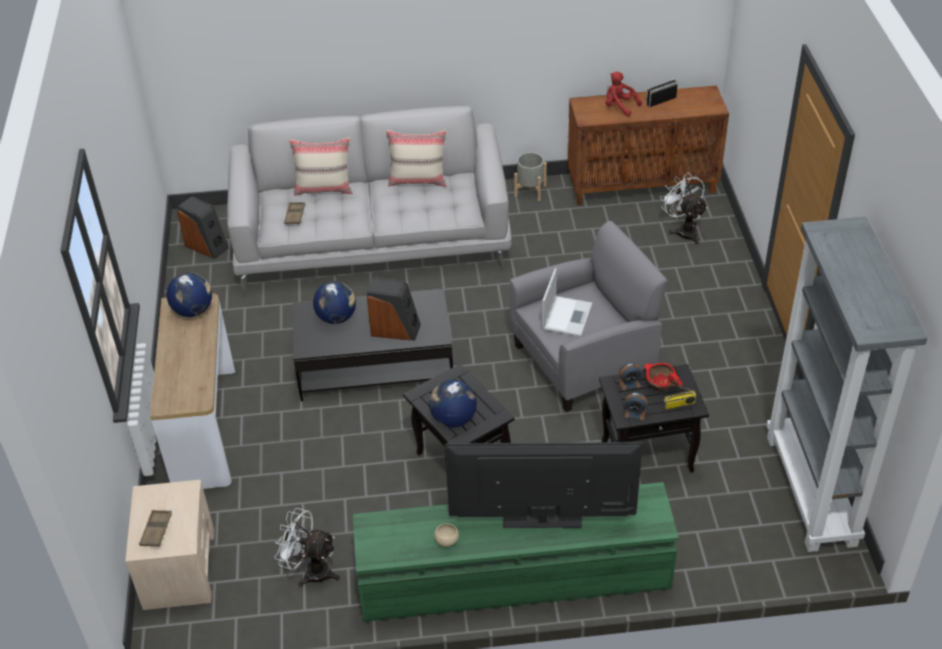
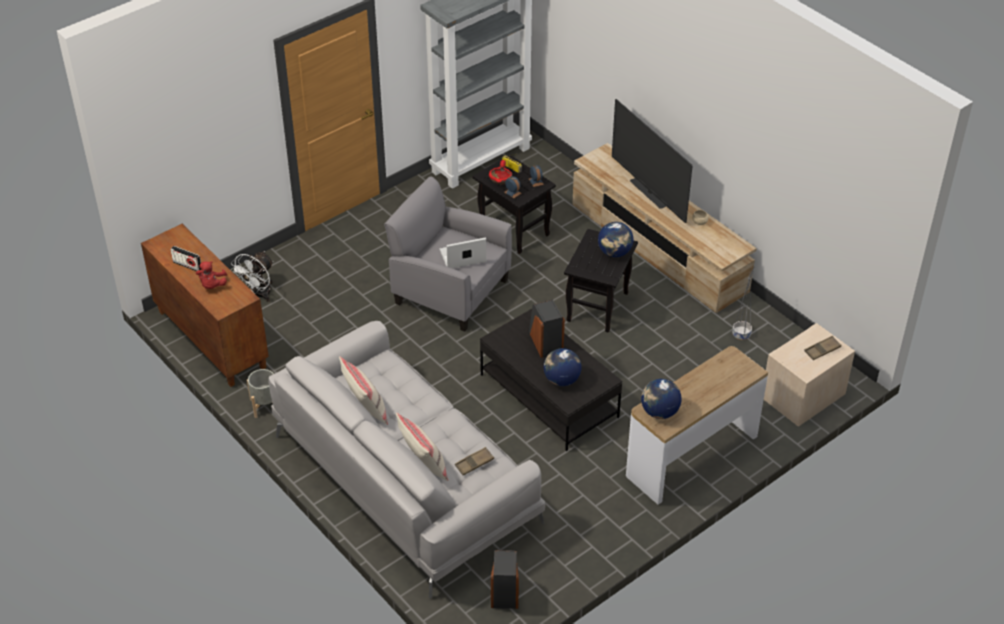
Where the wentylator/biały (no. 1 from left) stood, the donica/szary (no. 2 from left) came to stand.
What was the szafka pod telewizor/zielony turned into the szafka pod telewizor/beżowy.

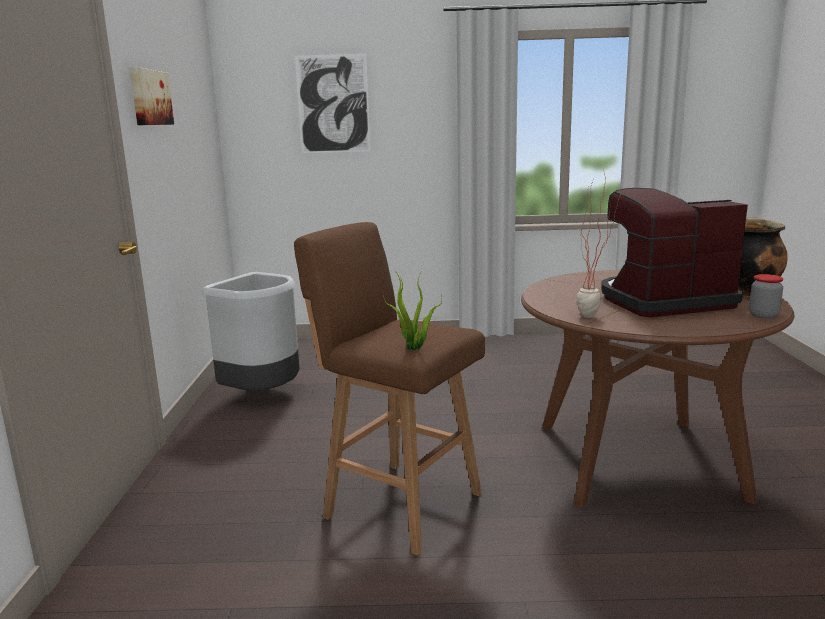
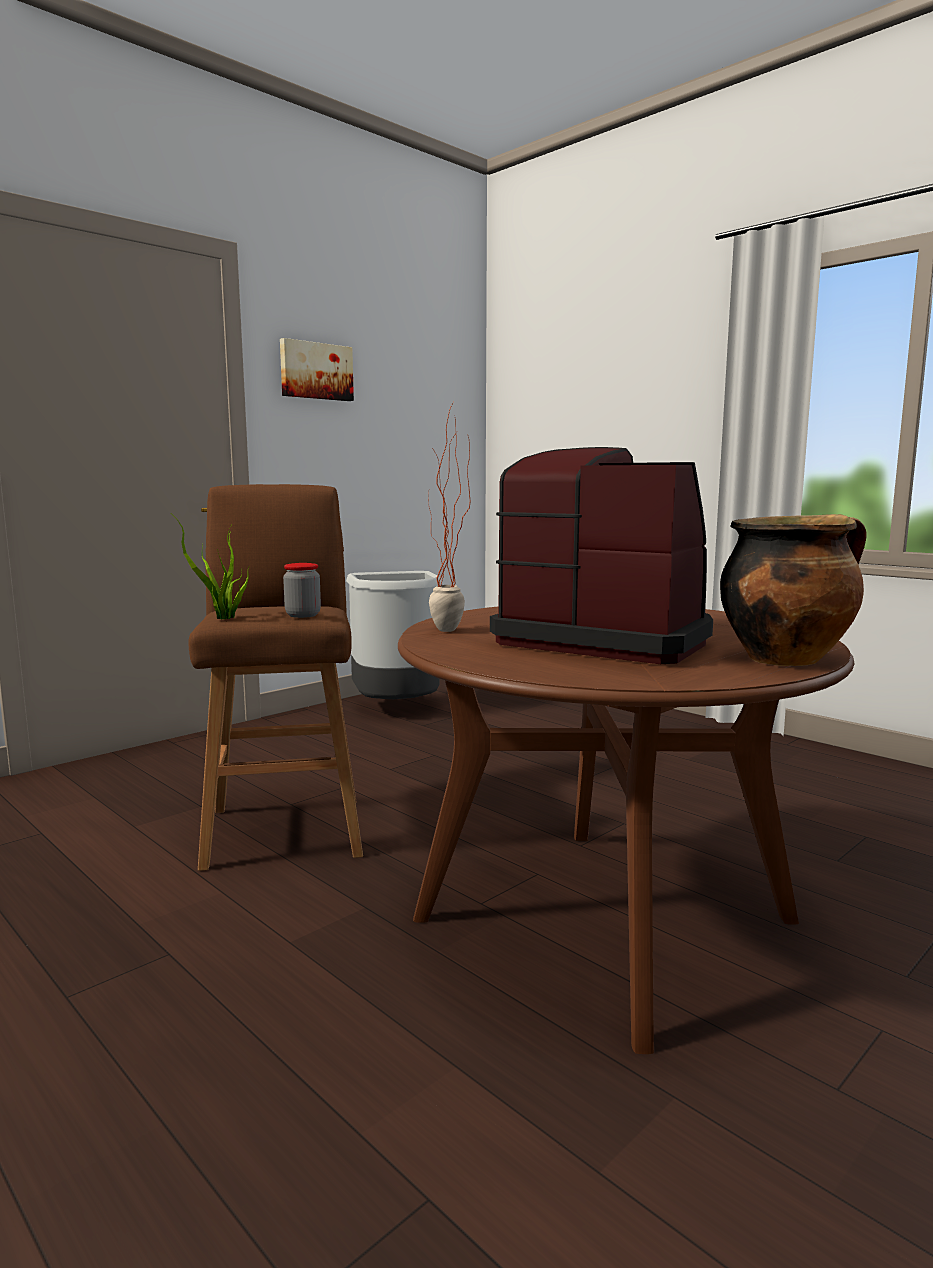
The second view lost the obraz (no. 2 from left).
The słoik ended up elsewhere.

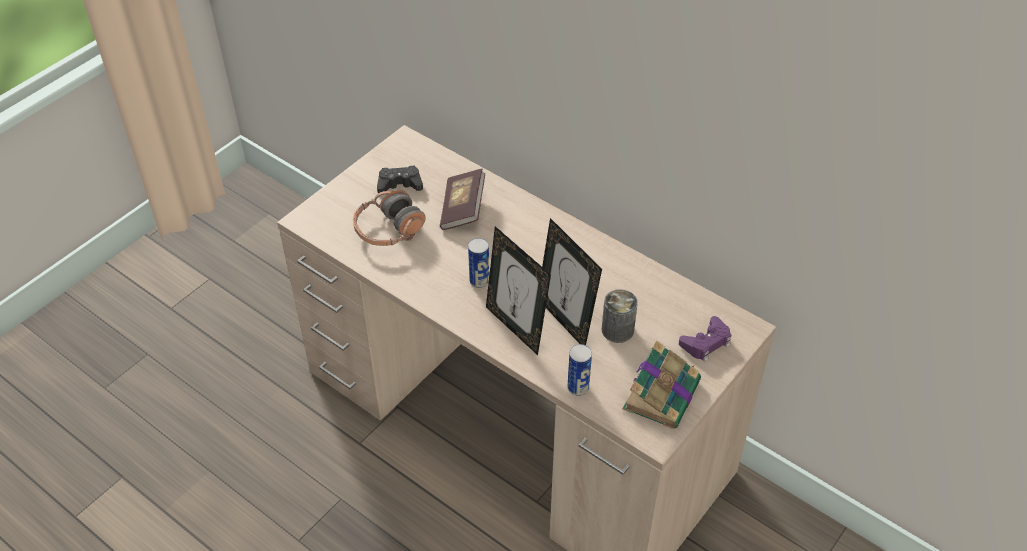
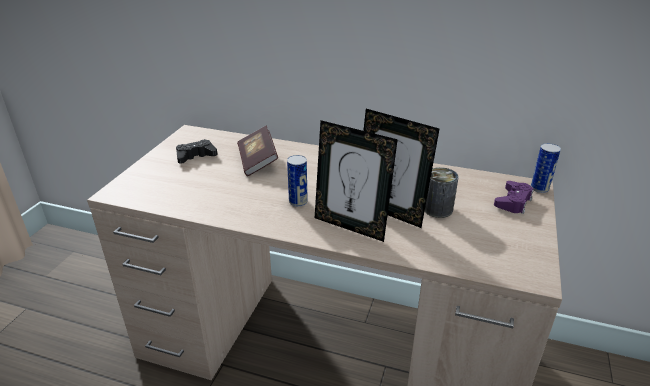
The second view lost the słuchawki.
The second view lost the książka (no. 2 from left).
The puszka (no. 2 from left in the first image) ended up elsewhere.

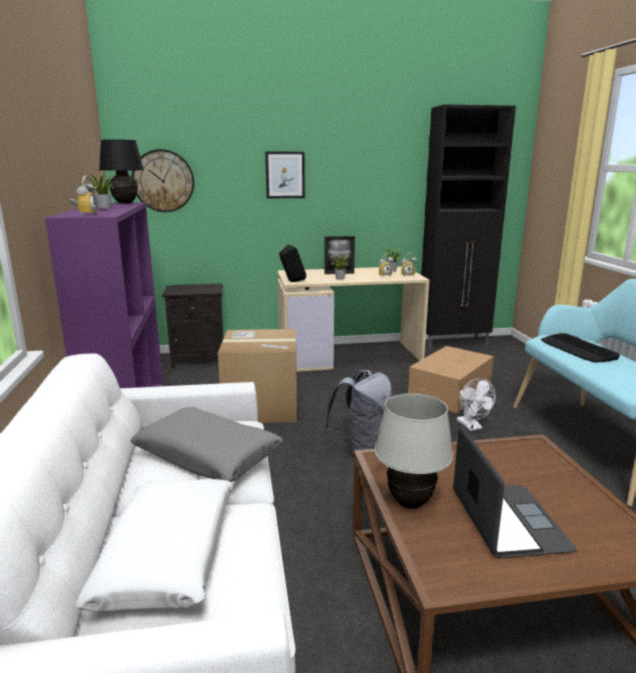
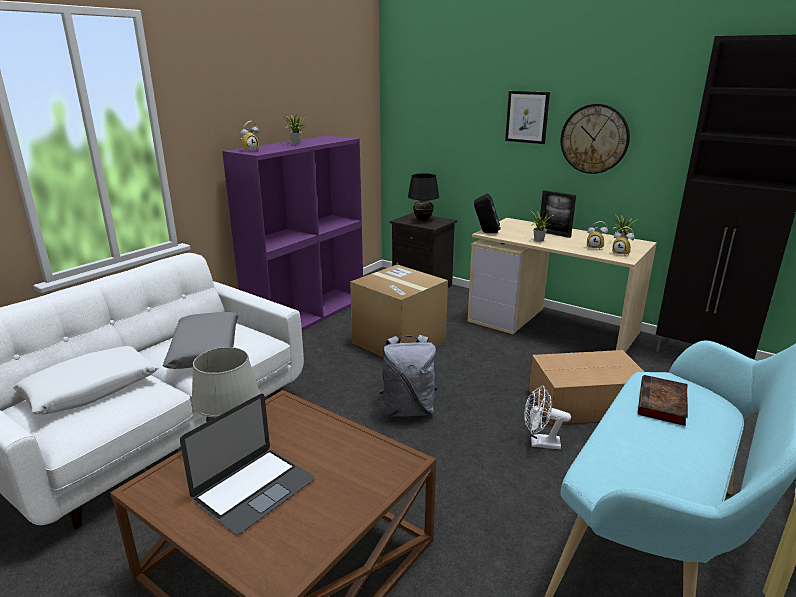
The lampa stołowa/czarny ended up elsewhere.
The zegar ścienny ended up elsewhere.
Where the klawiatura stood, the książka came to stand.
The wentylator/biały ended up facing another way, 75 degrees clockwise from before.

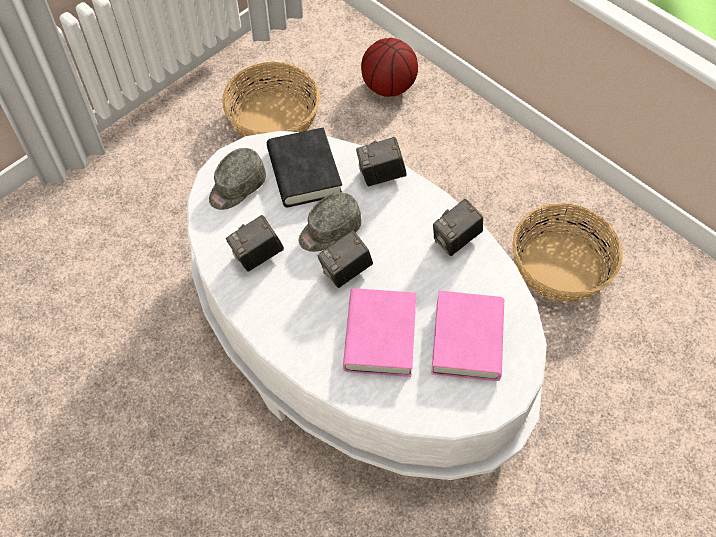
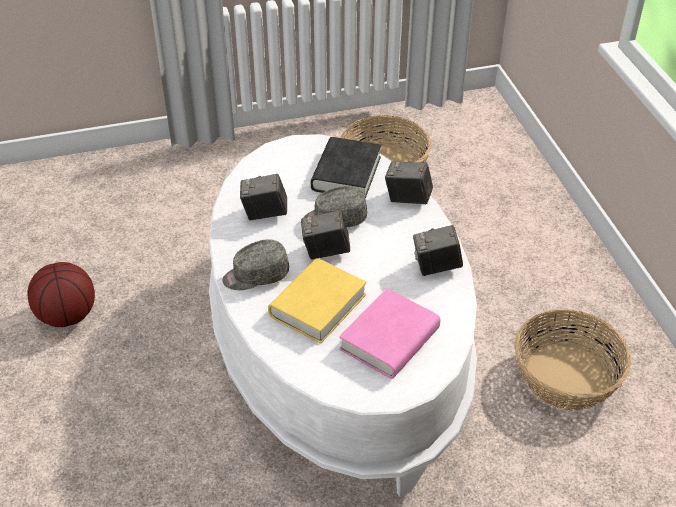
The czapka z daszkiem/szary (no. 1 from left) ended up elsewhere.
The piłka do koszykówki ended up elsewhere.
What was the książka/różowy (no. 1 from left) turned into the książka/żółty.

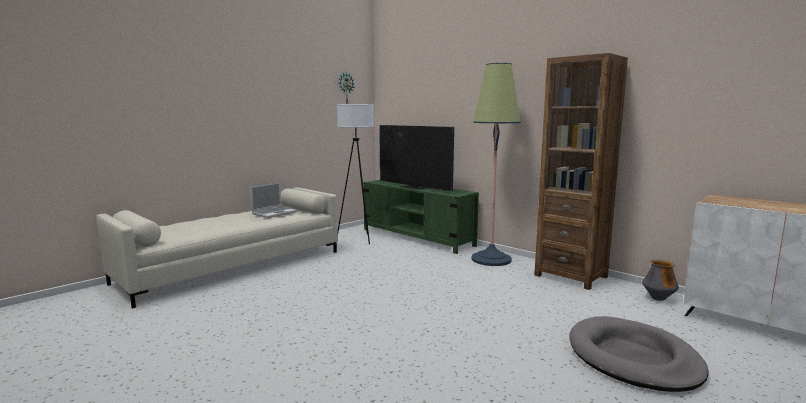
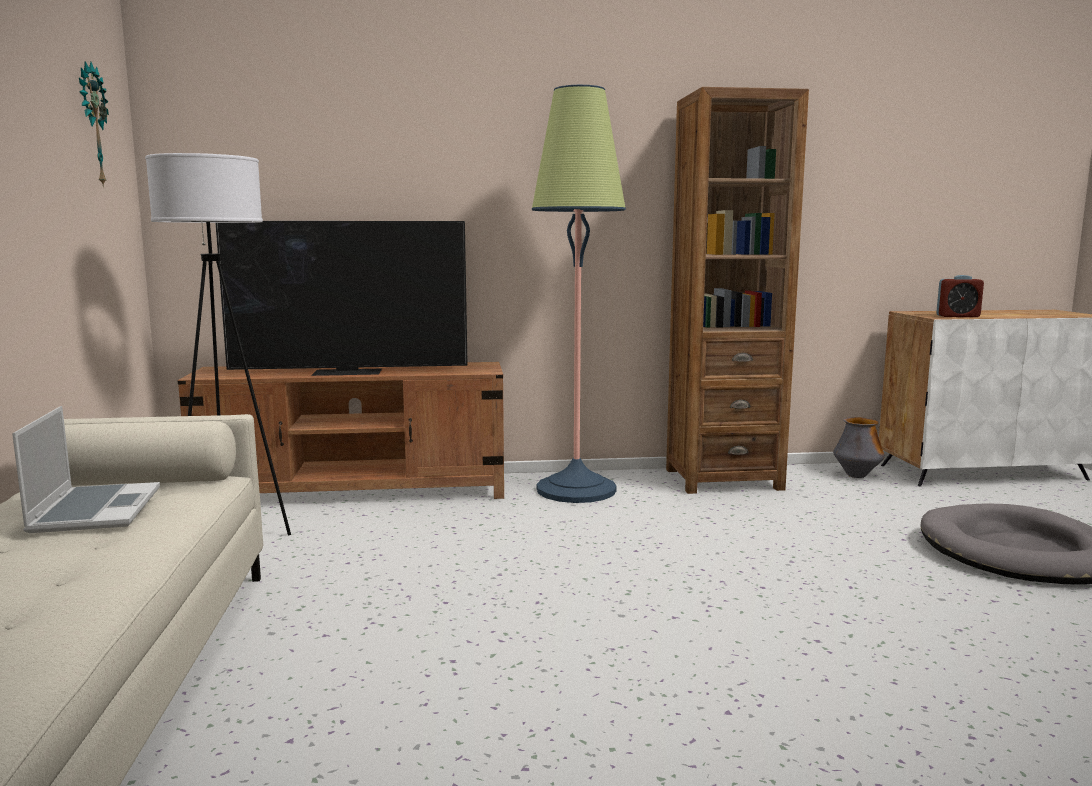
The second view gained the budzik.
What was the szafka pod telewizor/zielony turned into the szafka pod telewizor/brązowy.

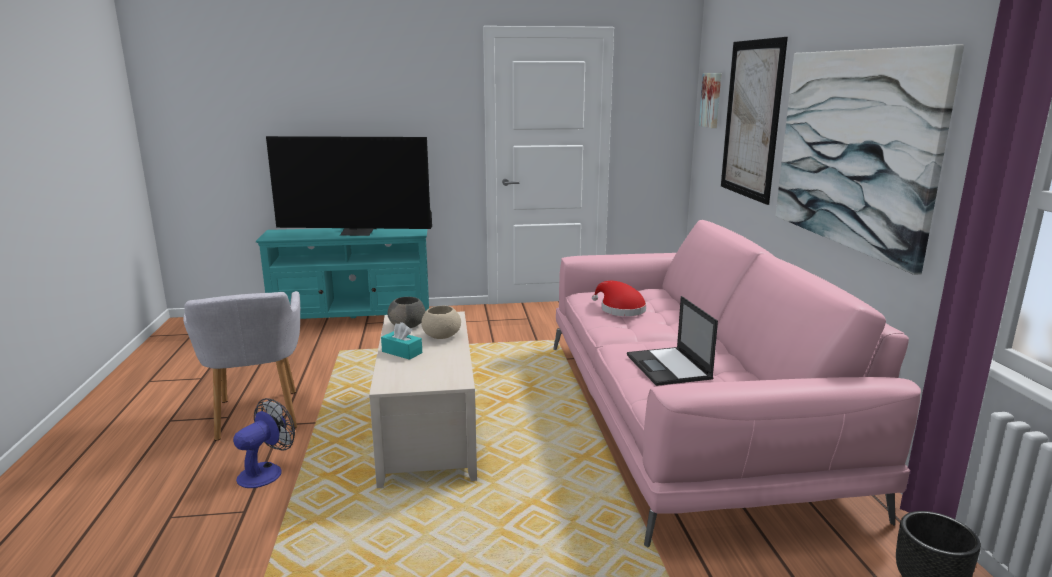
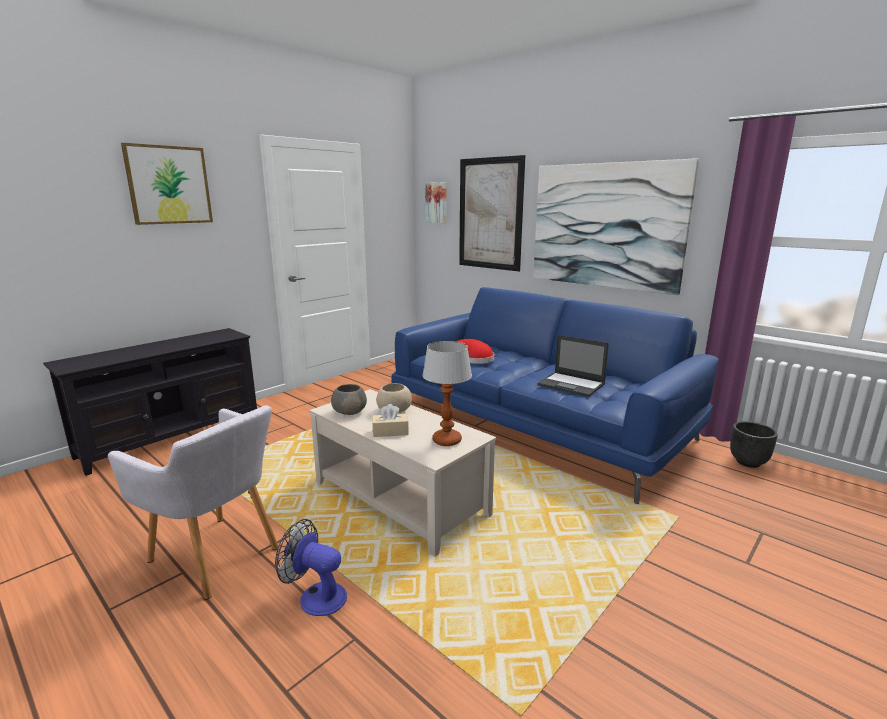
The second view lost the telewizor.
The second view gained the obraz (no. 1 from left).
The second view gained the lampa stołowa.
What was the szafka pod telewizor/turkusowy turned into the szafka pod telewizor/czarny.
What was the pudełko chusteczek/turkusowy turned into the pudełko chusteczek/beżowy.
What was the kanapa/różowy turned into the kanapa/niebieski.
The wentylator ended up facing another way, 60 degrees counterclockwise from before.

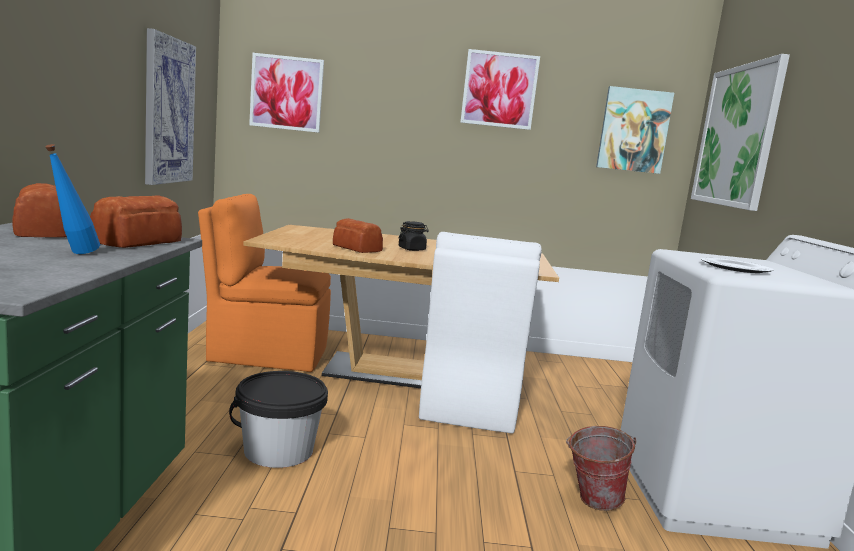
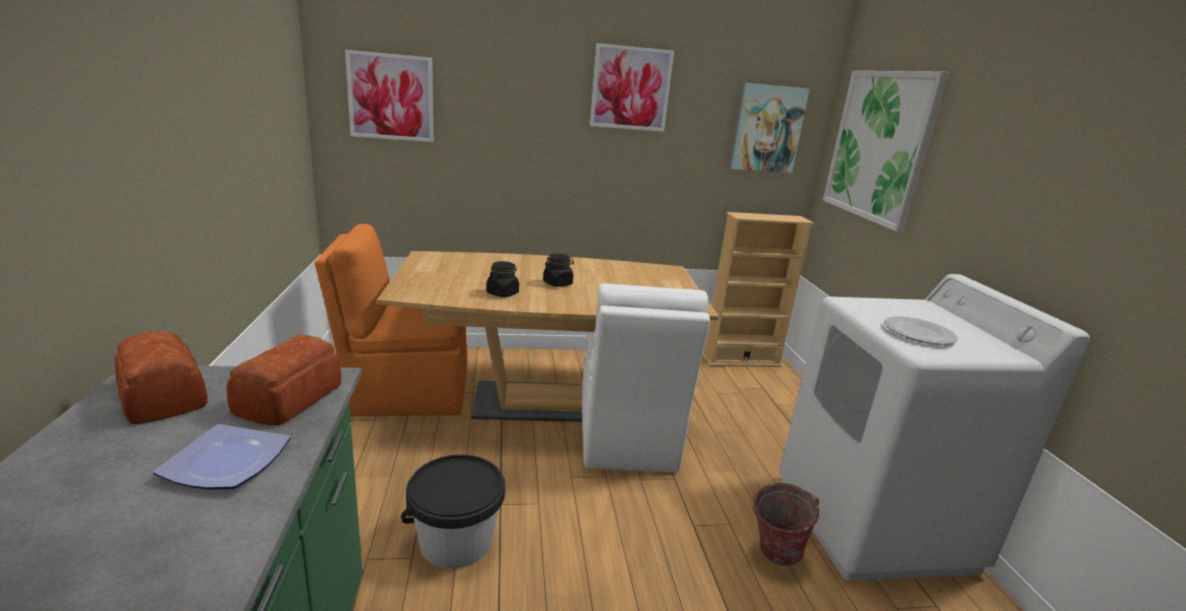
The second view lost the obraz (no. 1 from left).
The second view gained the regał/beżowy.
Where the butelka/niebieski stood, the talerz (no. 1 from left) came to stand.
Where the chleb (no. 3 from left) stood, the słoik/czarny (no. 1 from left) came to stand.

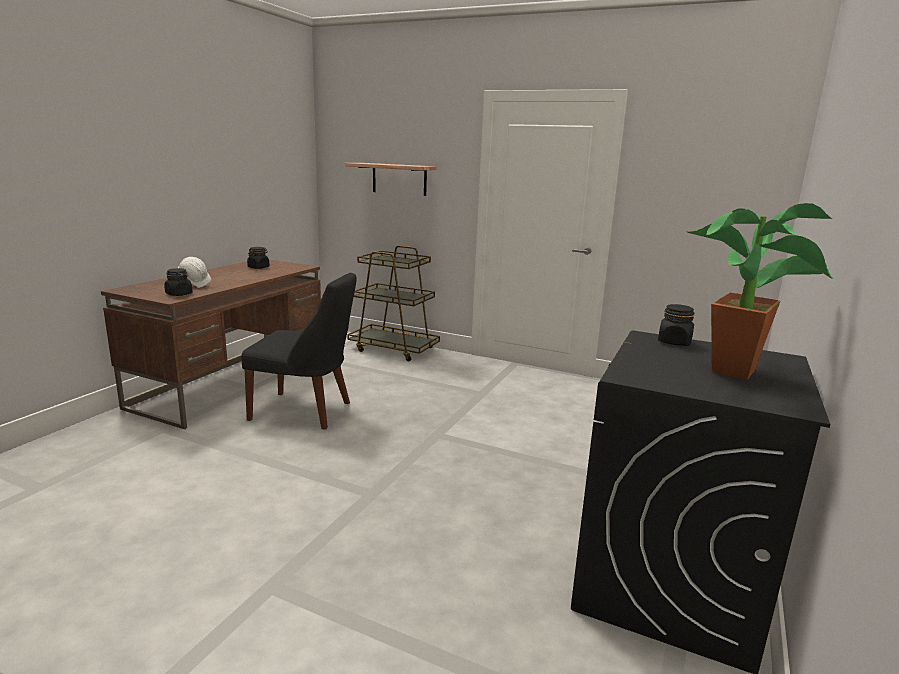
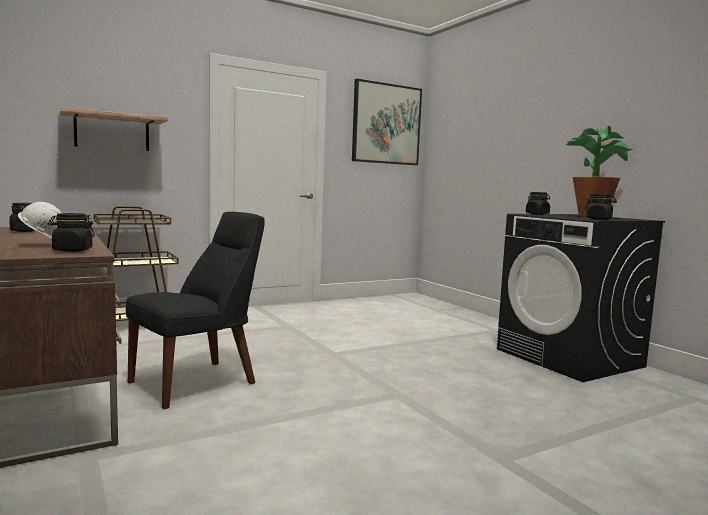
The second view gained the obraz.
The second view gained the słoik/czarny (no. 4 from left).

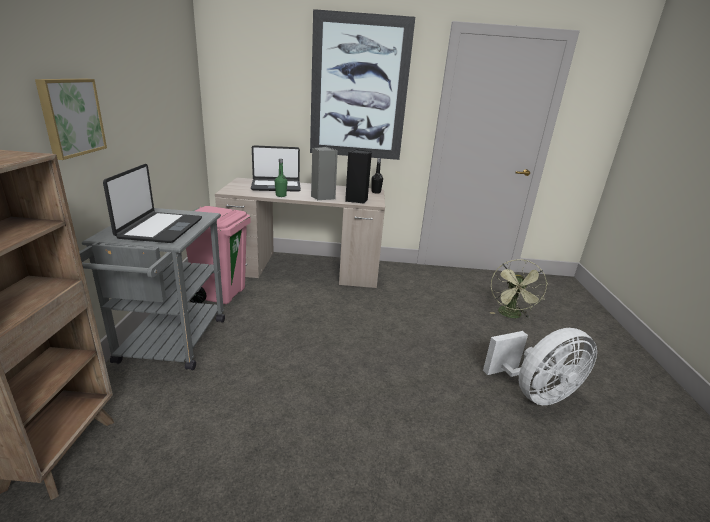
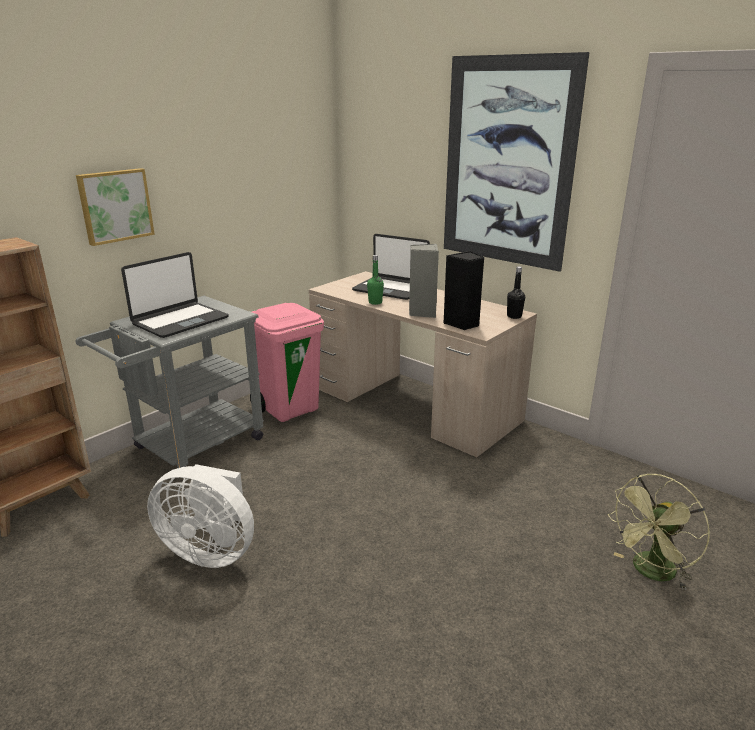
The wentylator/biały ended up elsewhere.

